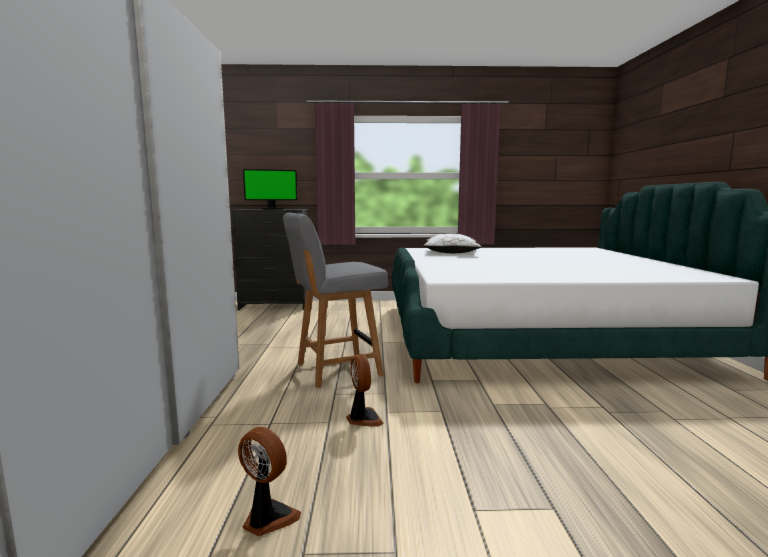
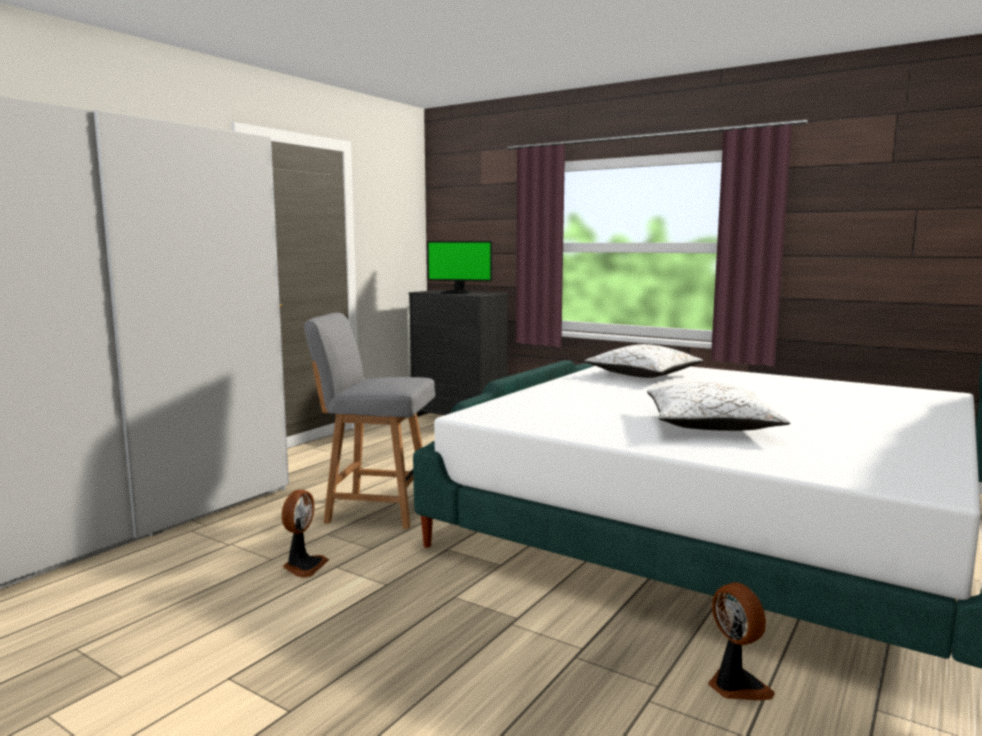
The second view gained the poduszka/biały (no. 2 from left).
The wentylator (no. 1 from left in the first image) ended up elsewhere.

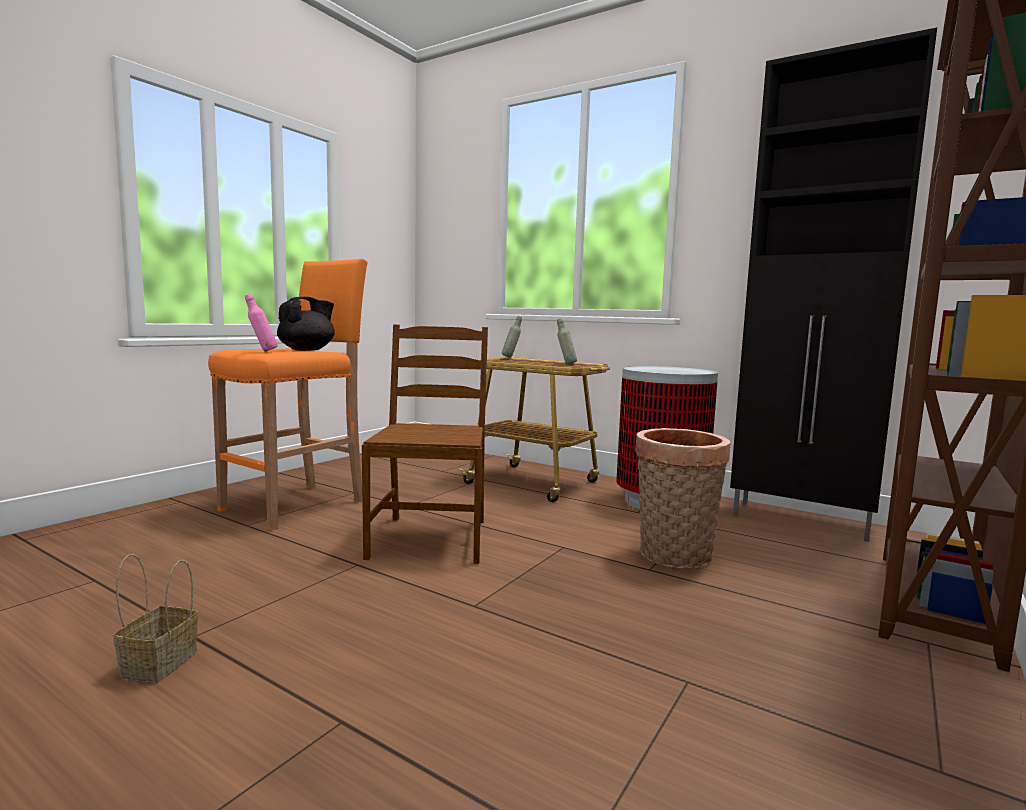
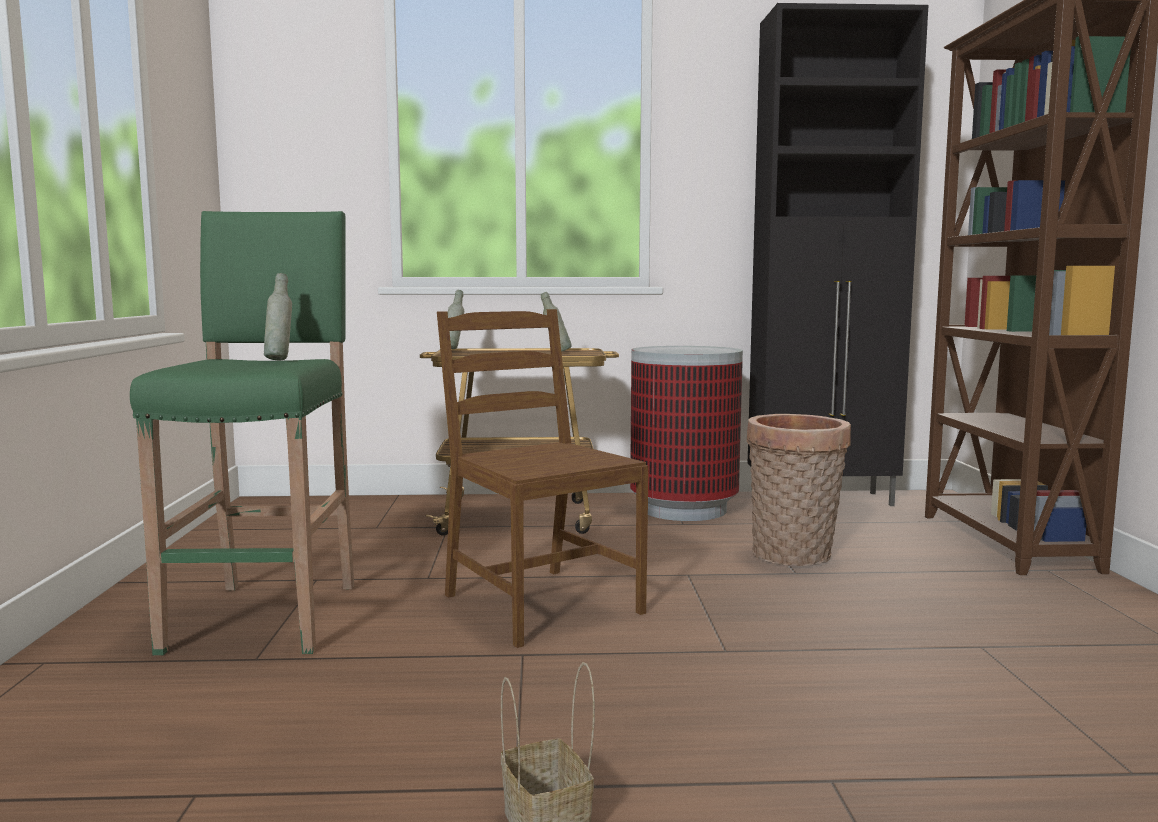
The second view lost the butelka/różowy.
Where the imbryk/czarny stood, the butelka/szary (no. 1 from left) came to stand.
What was the stołek/pomarańczowy turned into the stołek/zielony.

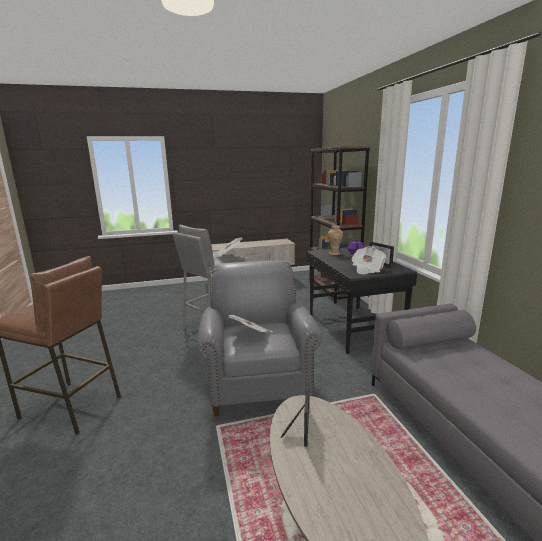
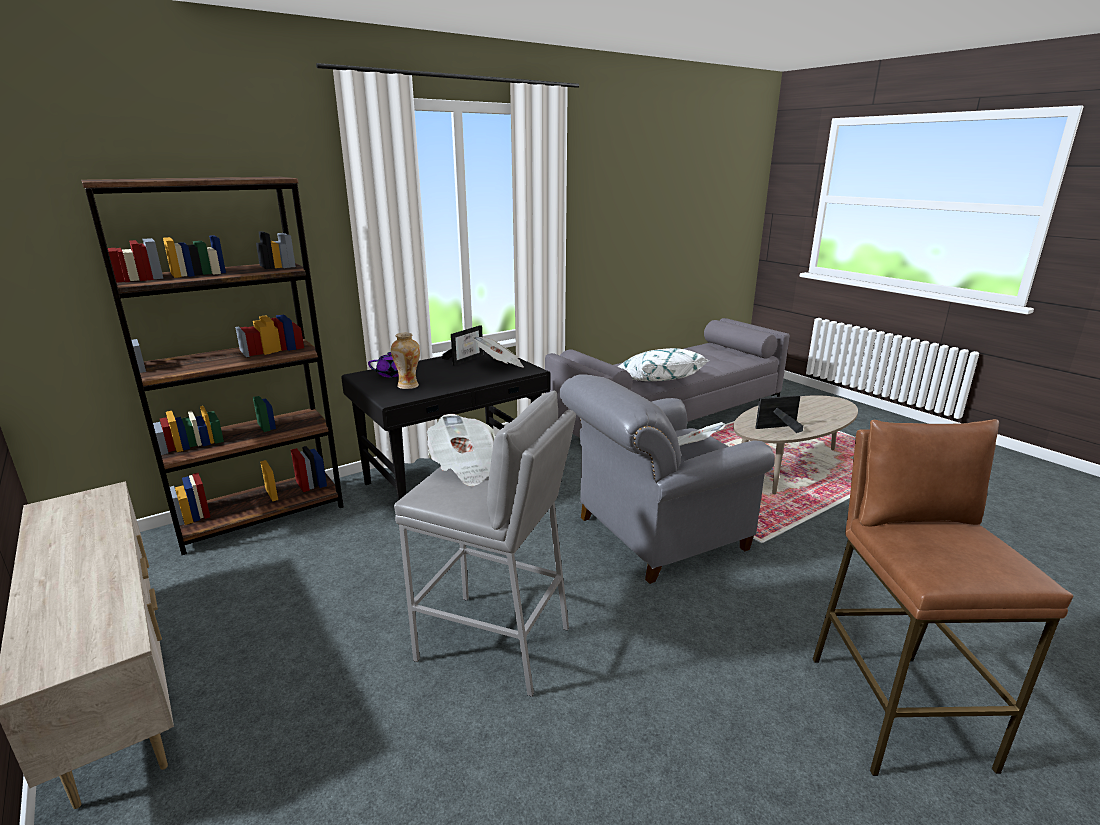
The second view gained the poduszka/biały.

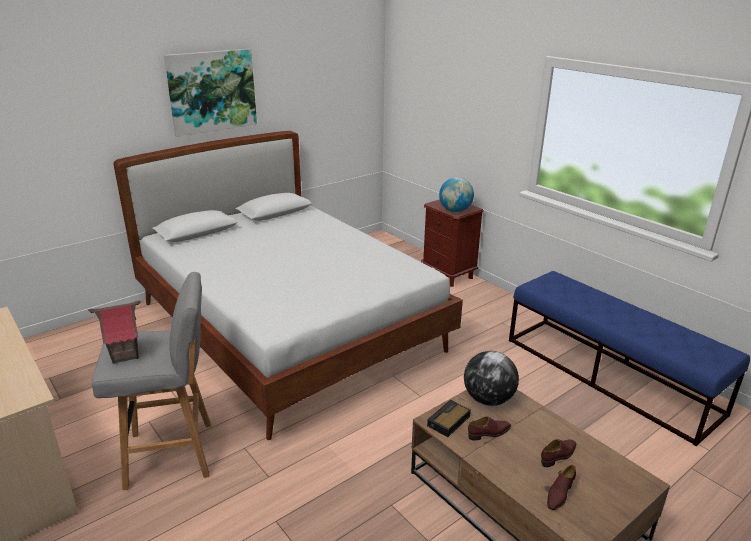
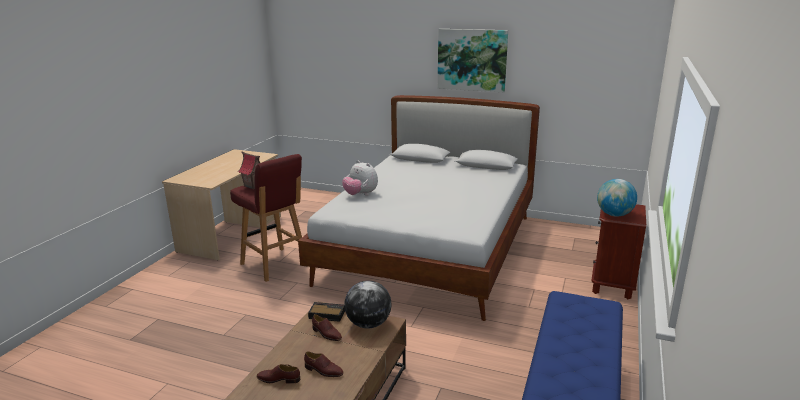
The second view gained the pluszak.
What was the stołek/szary turned into the stołek/czerwony.

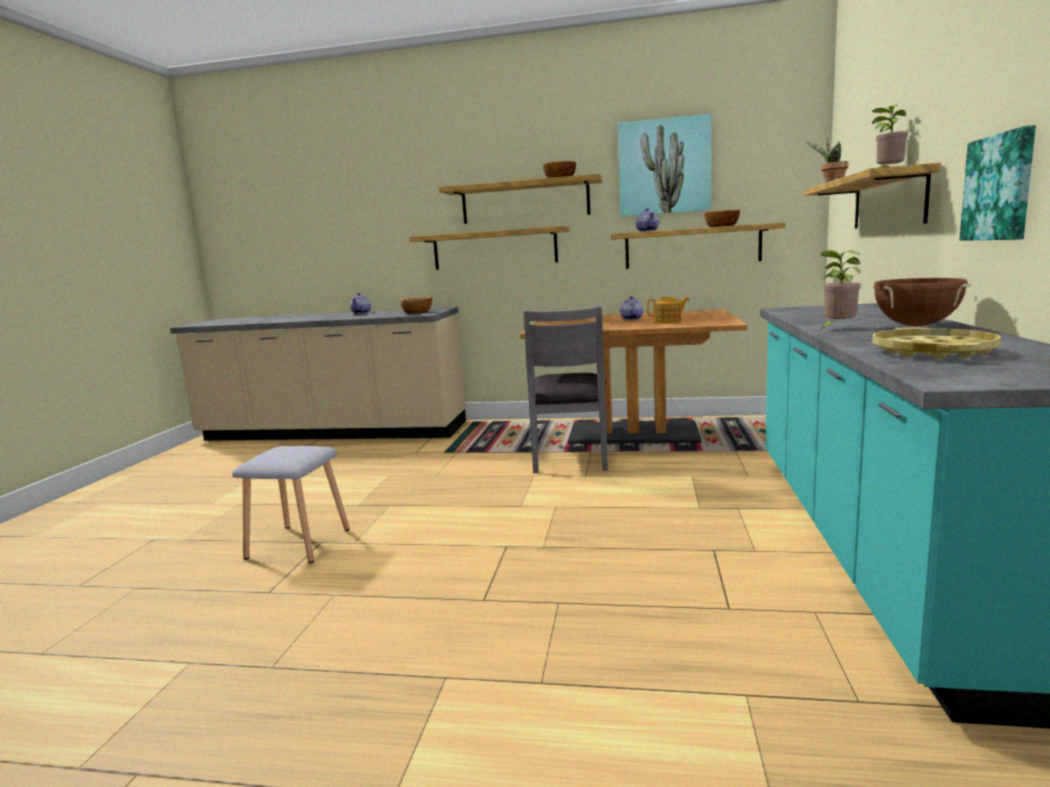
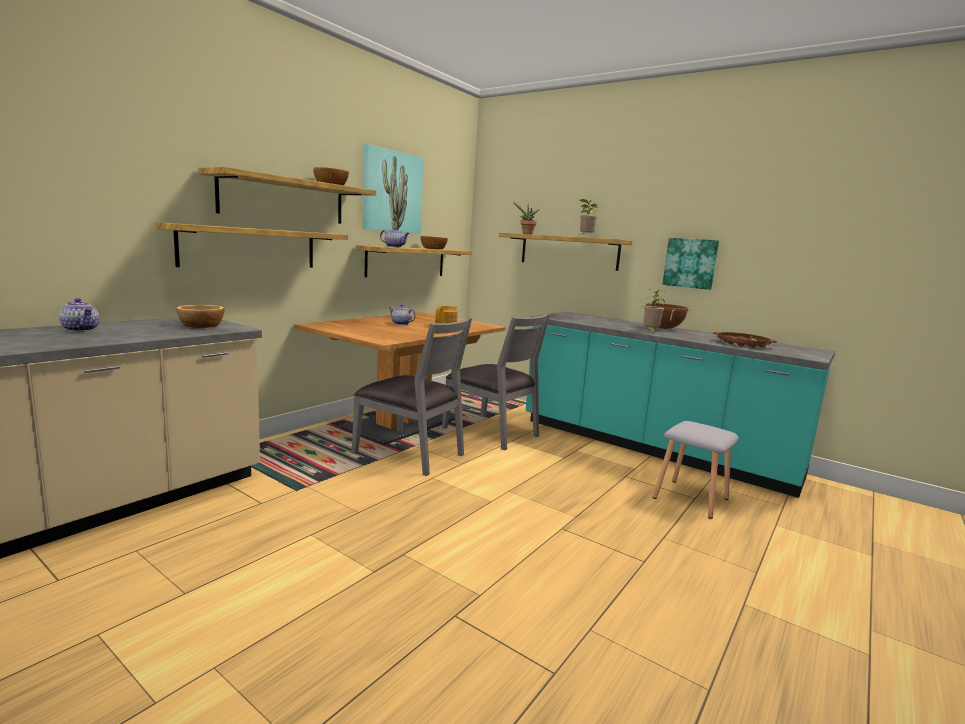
The second view gained the krzesło/szary (no. 2 from left).
The stołek/szary ended up elsewhere.
What was the taca/żółty turned into the taca/brązowy.

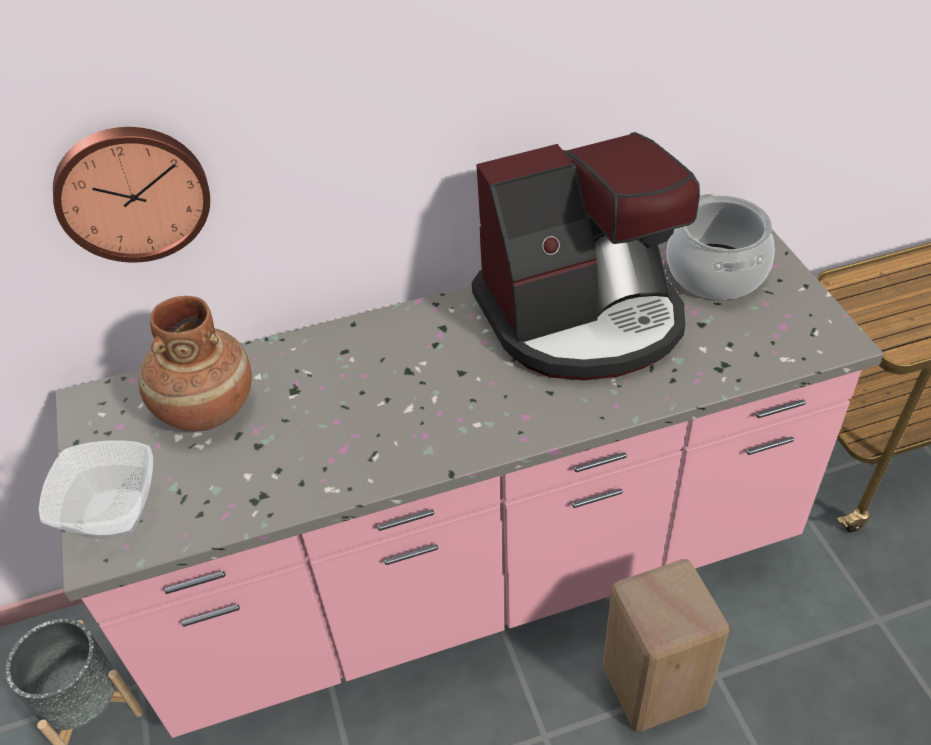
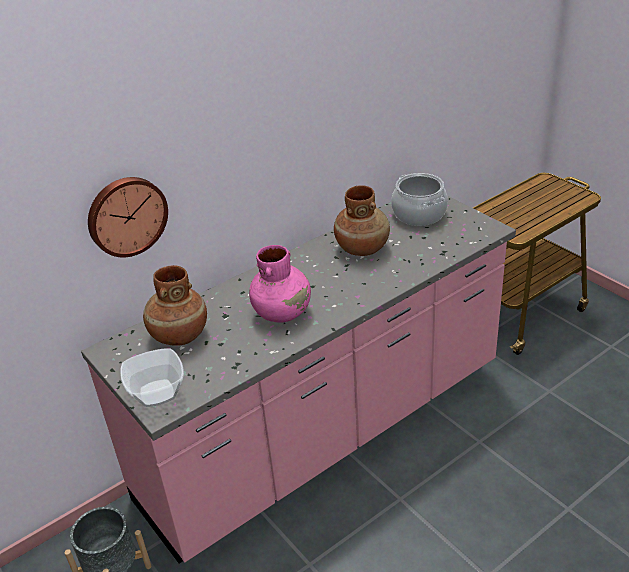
The second view lost the stołek/beżowy.
The second view gained the wazon/różowy.
Where the ekspres do kawy stood, the wazon/brązowy (no. 2 from left) came to stand.

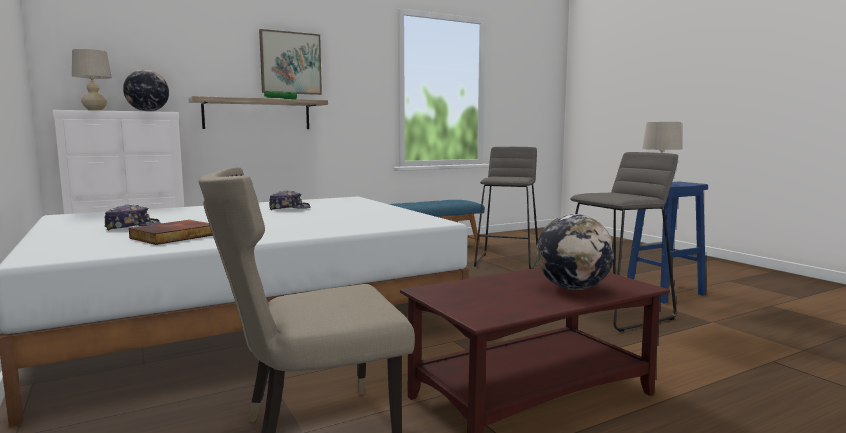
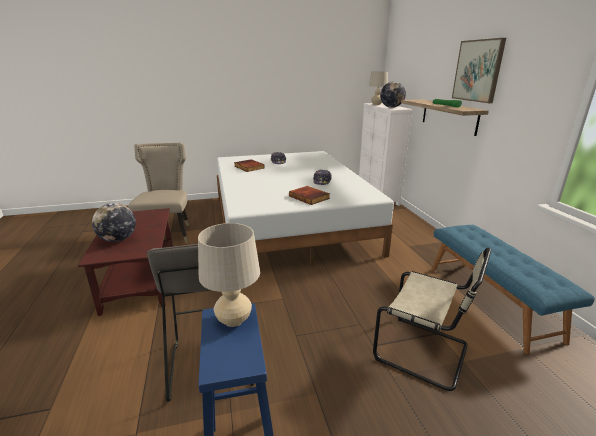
The second view gained the książka (no. 2 from left).
Where the stołek/szary (no. 1 from left) stood, the krzesło/beżowy (no. 2 from left) came to stand.

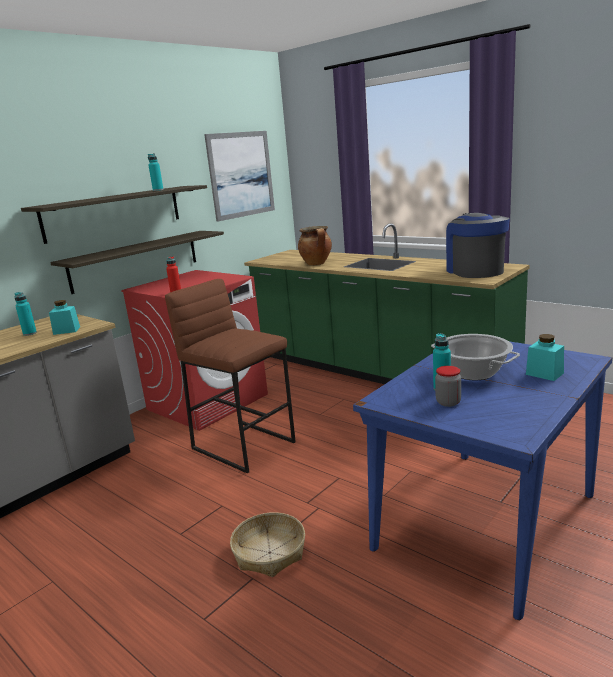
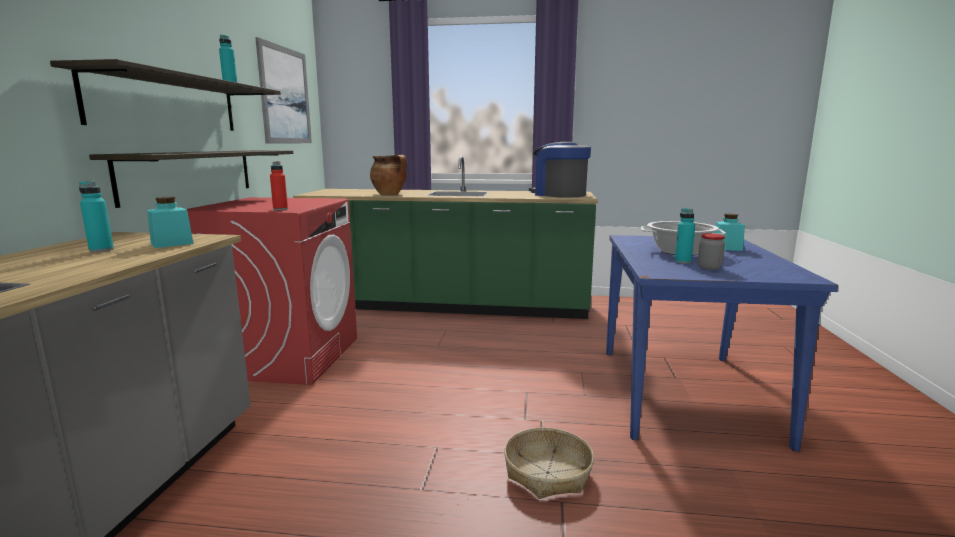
The second view lost the stołek/brązowy.

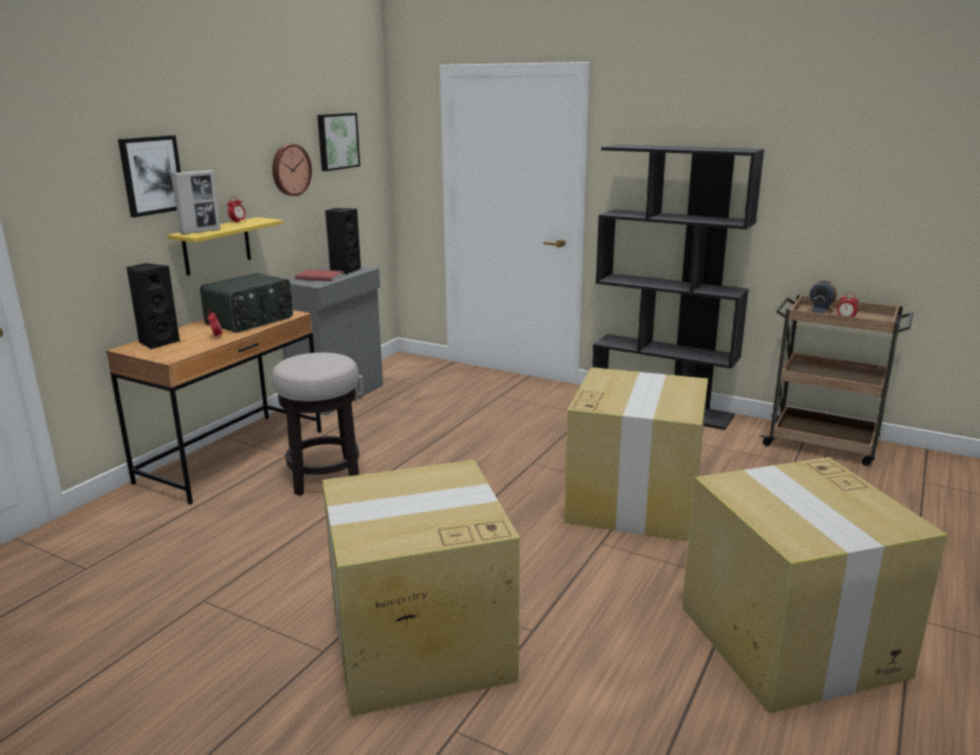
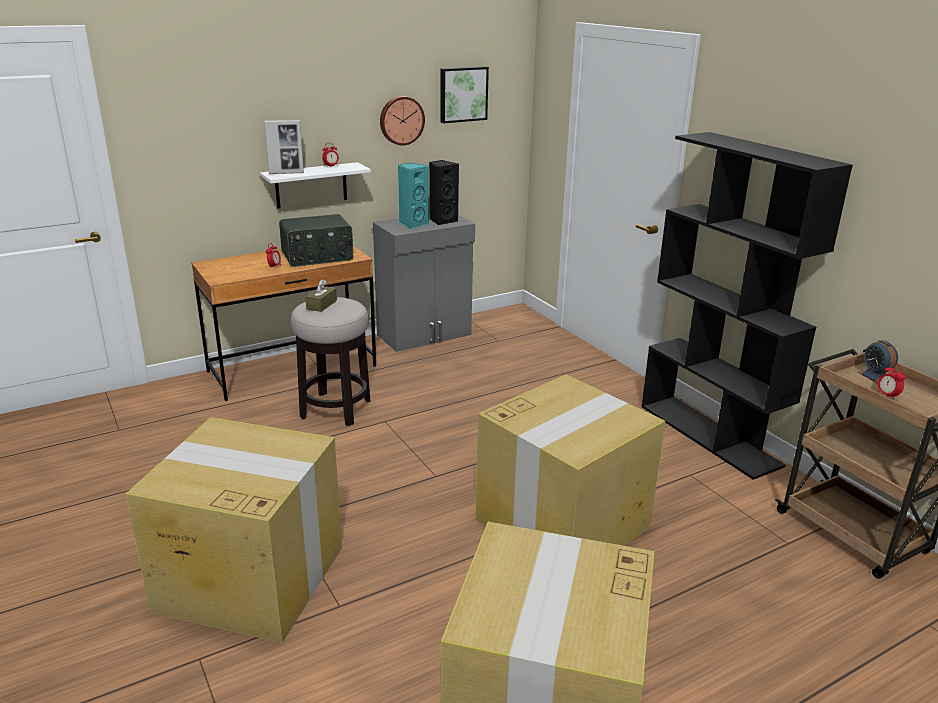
The second view lost the obraz (no. 1 from left).
The second view lost the głośnik/czarny (no. 1 from left).
The second view gained the pudełko chusteczek/brązowy.
Where the książka/czerwony stood, the głośnik/turkusowy came to stand.
What was the półka/żółty turned into the półka/biały.

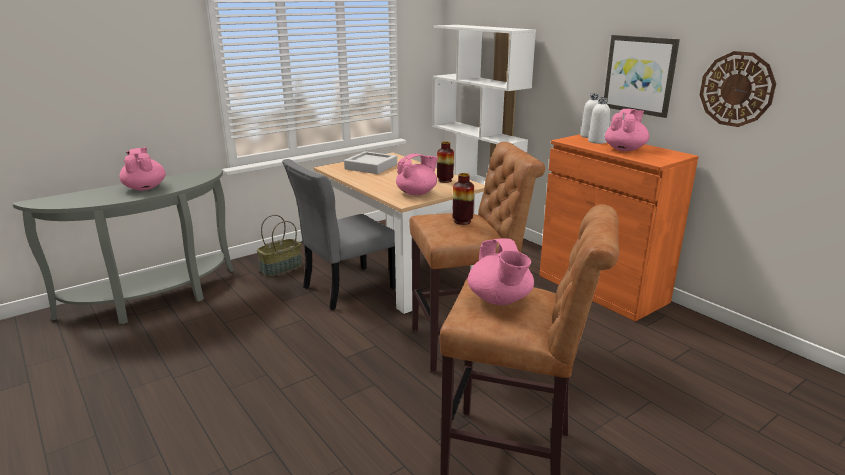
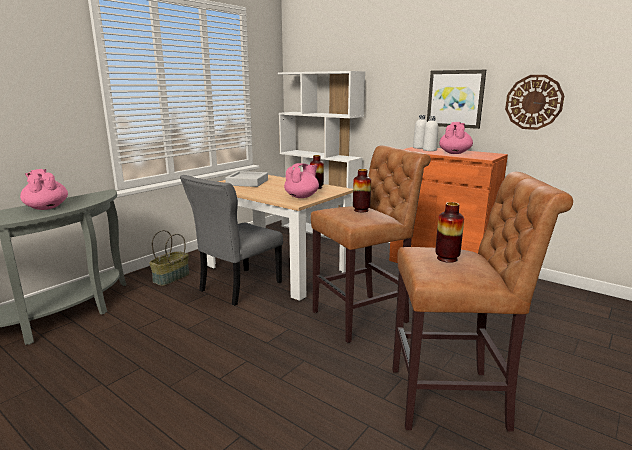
Where the imbryk/różowy (no. 3 from left) stood, the wazon (no. 3 from left) came to stand.

